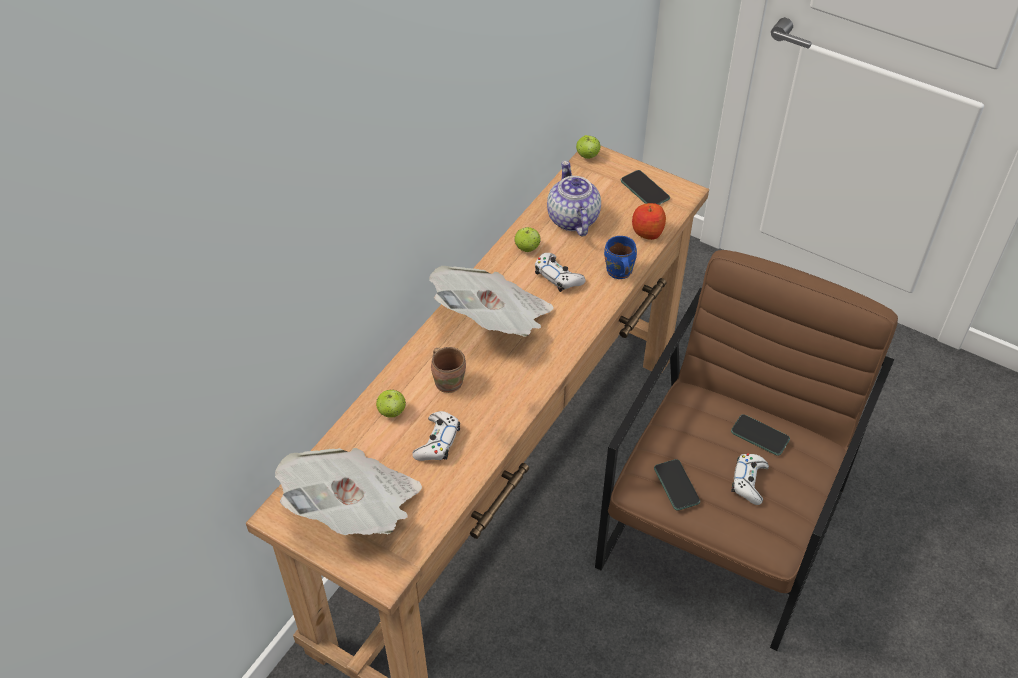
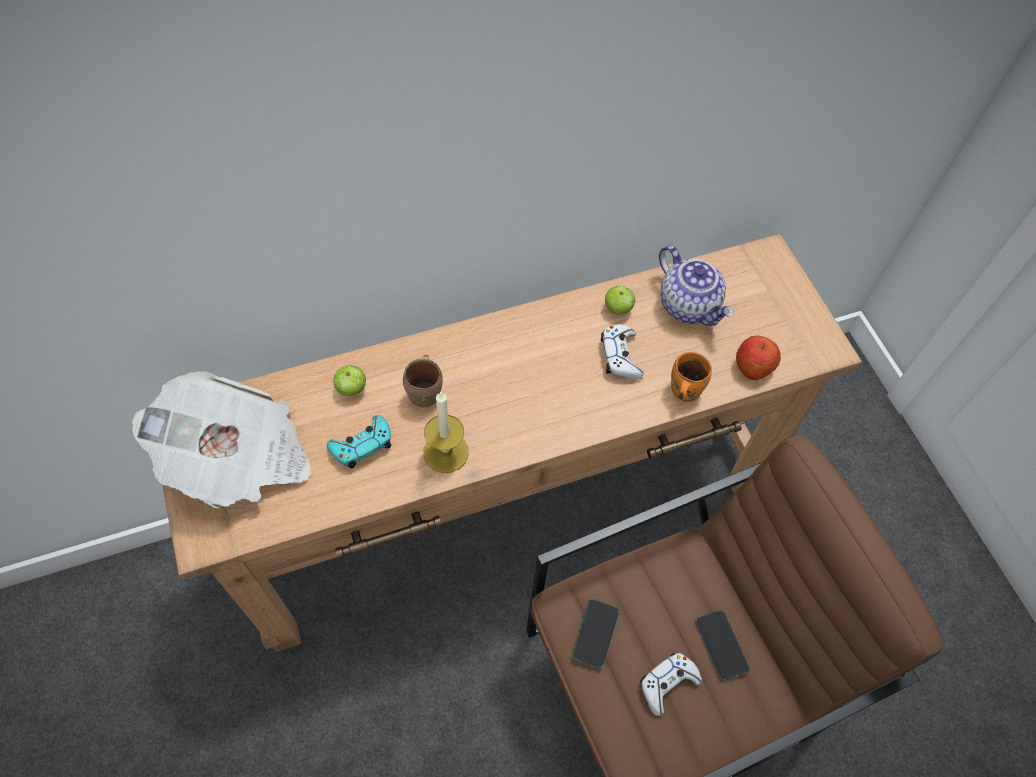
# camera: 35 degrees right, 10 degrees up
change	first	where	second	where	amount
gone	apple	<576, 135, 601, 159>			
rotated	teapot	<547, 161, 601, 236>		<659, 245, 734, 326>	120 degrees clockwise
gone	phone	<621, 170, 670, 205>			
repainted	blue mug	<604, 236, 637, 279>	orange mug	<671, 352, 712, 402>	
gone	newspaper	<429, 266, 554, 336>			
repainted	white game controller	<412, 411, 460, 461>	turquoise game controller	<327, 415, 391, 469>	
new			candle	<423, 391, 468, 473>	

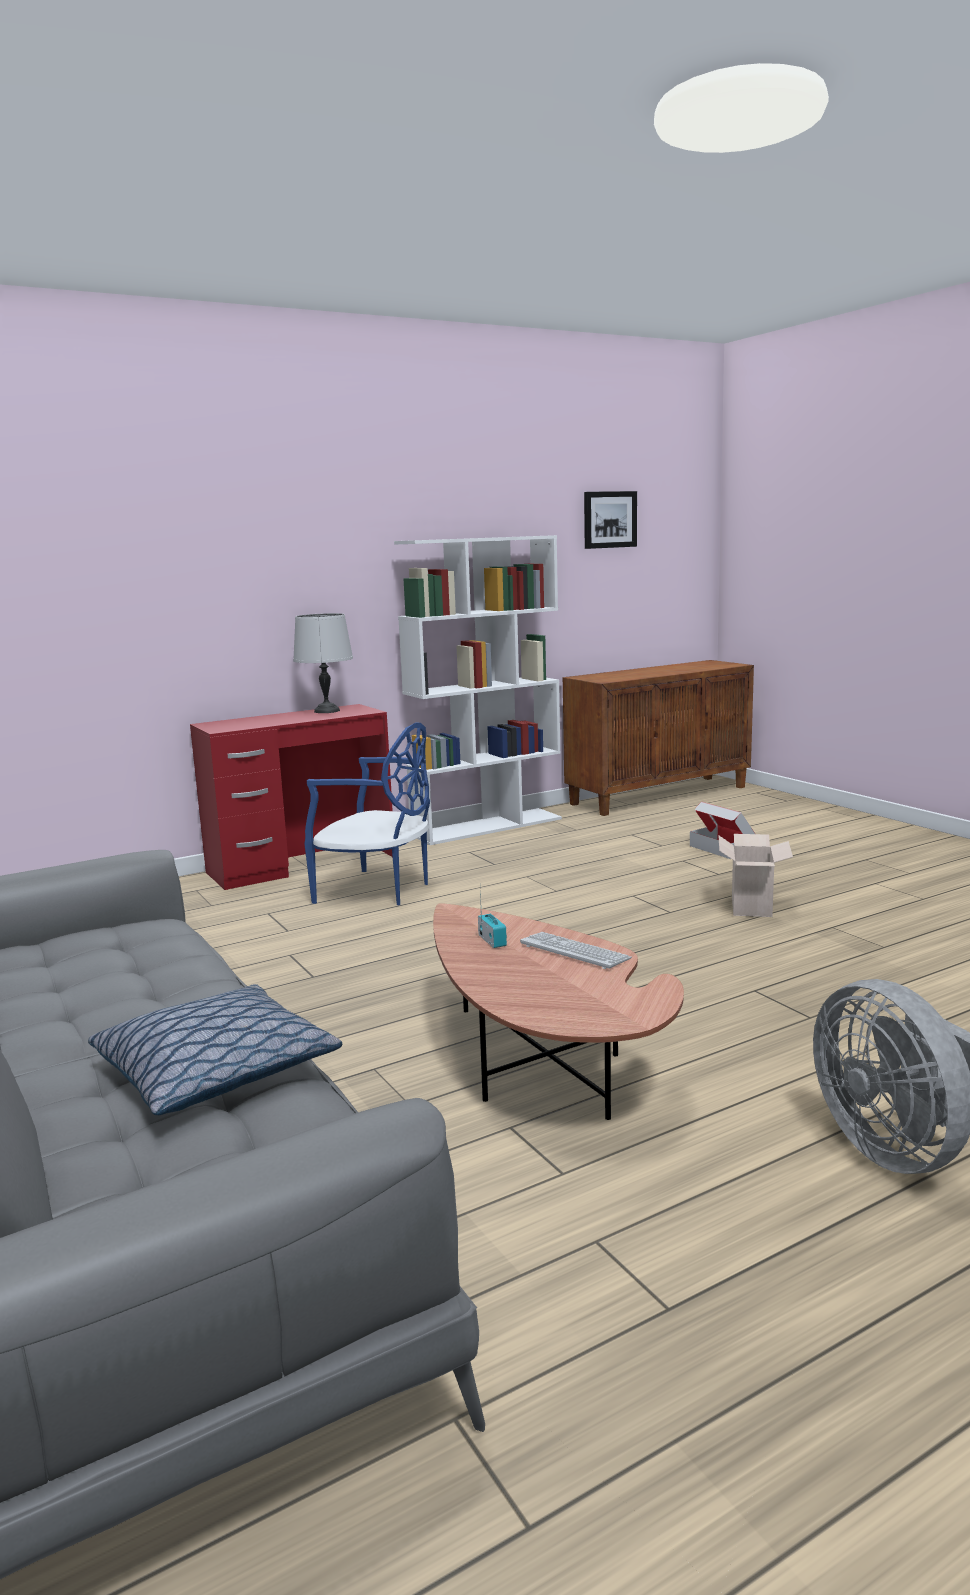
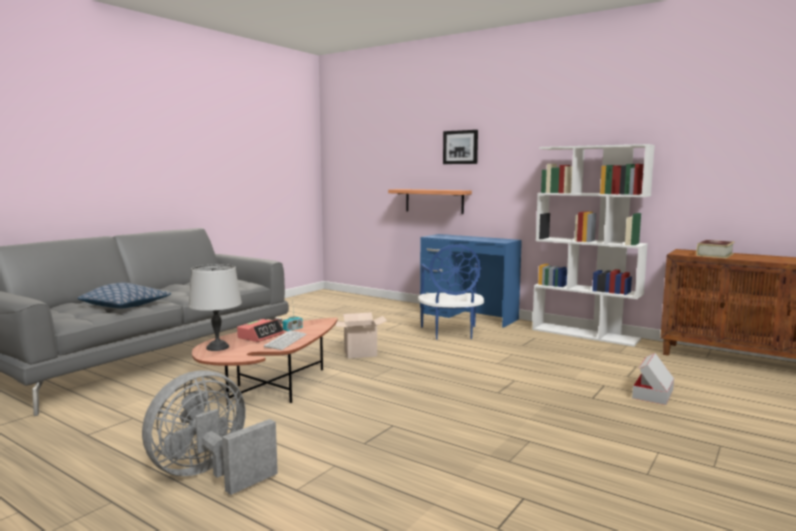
# camera: 65 degrees right, 5 degrees down
change	first	where	second	where	amount
shifted	picture	<584, 491, 637, 549>		<443, 130, 478, 164>	
shifted	grey table lamp	<293, 613, 353, 713>		<189, 264, 242, 351>	
repainted	red desk	<190, 704, 393, 890>	blue desk	<420, 234, 522, 328>	
shifted	cardboard box	<719, 834, 793, 917>		<335, 312, 387, 359>	
new			shelf	<388, 189, 472, 214>	
new			book	<696, 240, 735, 258>	
new			alarm clock	<237, 319, 284, 342>	

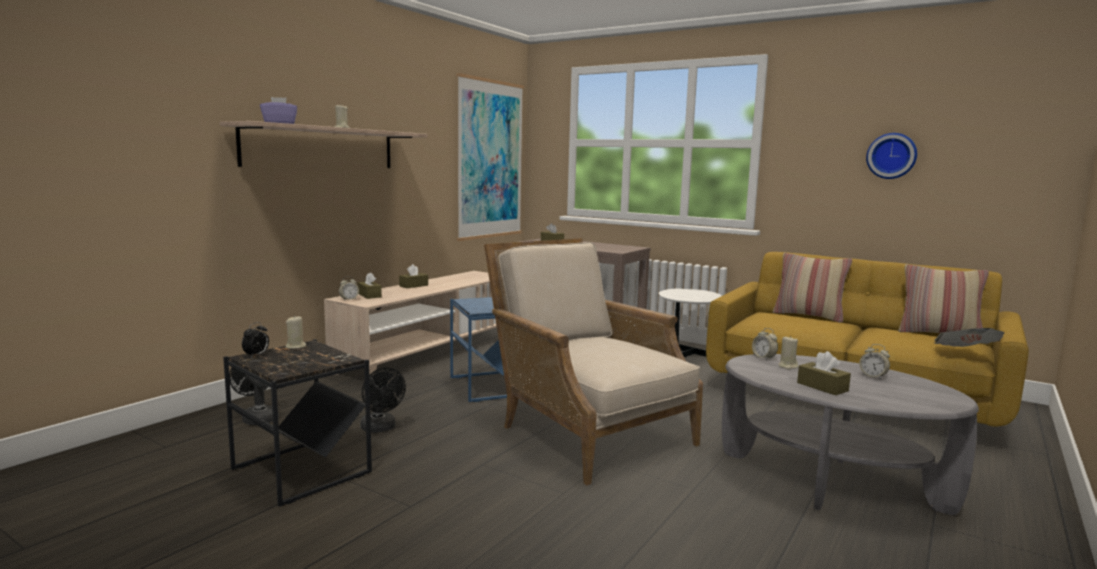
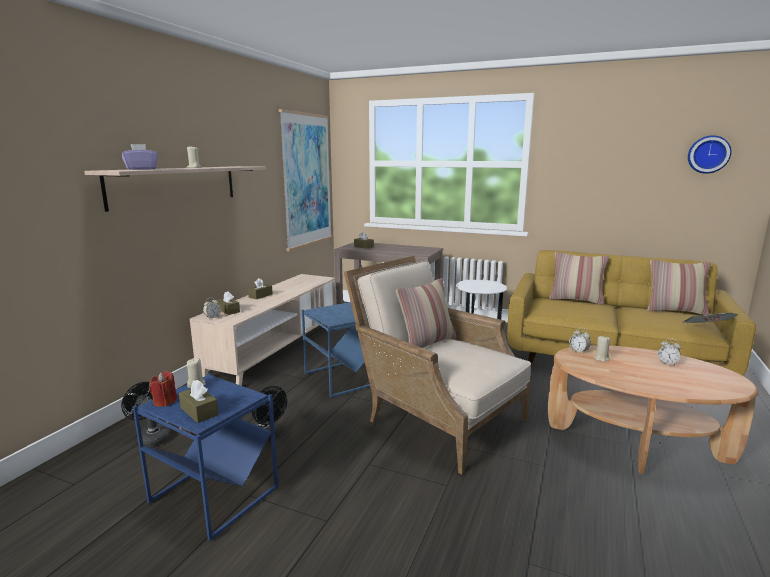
# camera: 10 degrees left, 5 degrees up
change	first	where	second	where	amount
shifted	wall clock	<866, 133, 917, 179>		<688, 135, 731, 174>	
swapped	alarm clock	<242, 322, 269, 358>	red candle	<149, 371, 177, 407>	
repainted	black side table	<223, 339, 372, 507>	blue side table	<133, 373, 279, 541>	
shifted	brown tissue box	<797, 351, 851, 395>		<179, 380, 219, 423>	
repainted	grey coffee table	<722, 354, 979, 515>	brown coffee table	<548, 345, 758, 474>	
new			pillow	<396, 278, 456, 348>	

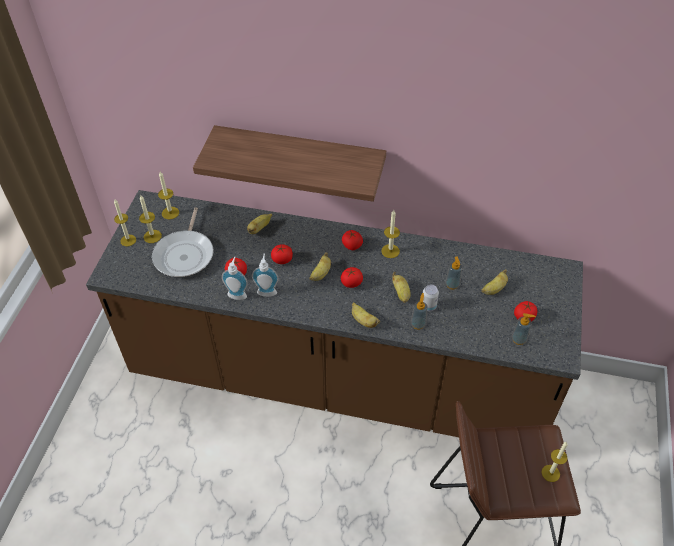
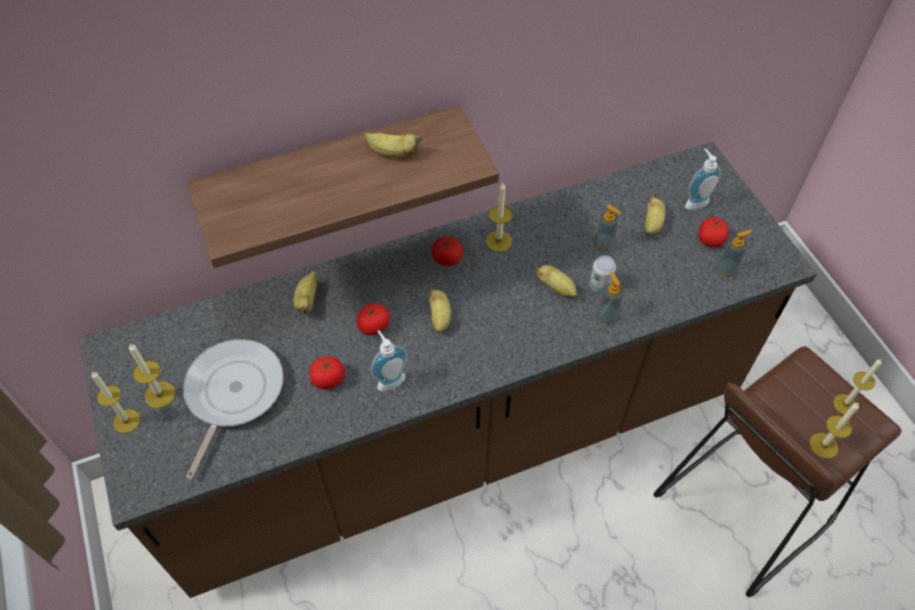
# camera: 35 degrees left, 5 degrees up
change	first	where	second	where	amount
shifted	candle	<158, 172, 179, 220>		<809, 402, 859, 459>	
rotated	frying pan	<152, 207, 214, 277>		<183, 339, 284, 480>	135 degrees counterclockwise
shifted	soap dispenser	<222, 256, 248, 300>		<685, 148, 721, 210>	
gone	tomato	<341, 267, 363, 288>			
shifted	banana	<352, 302, 380, 328>		<364, 133, 422, 157>	

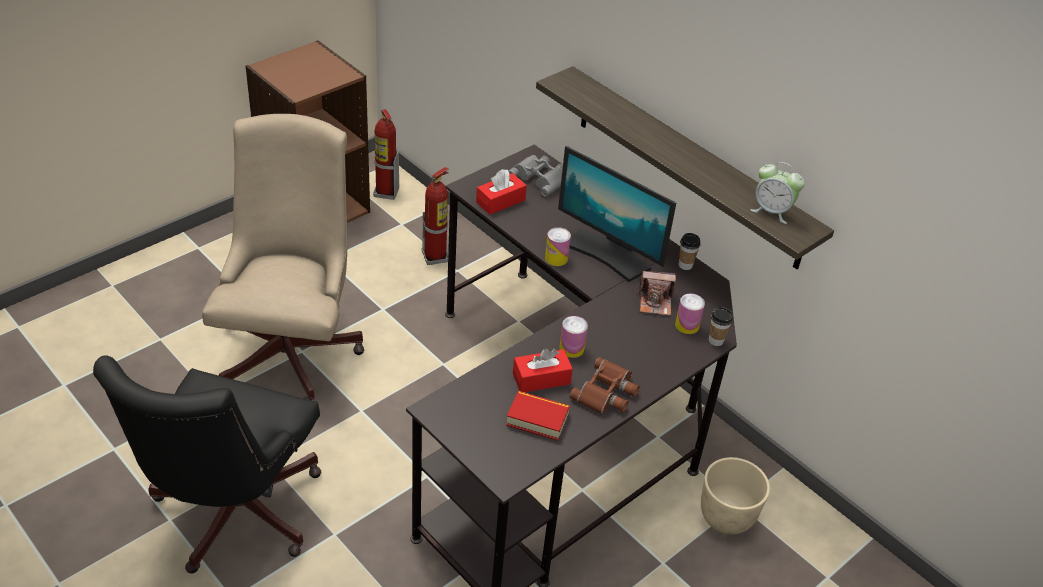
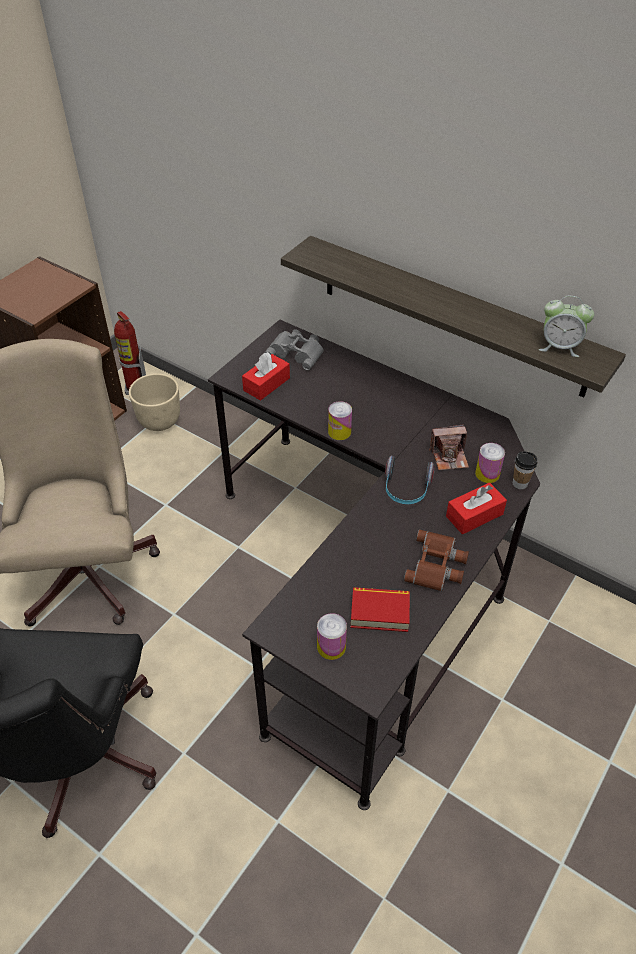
# camera: 10 degrees left, 5 degrees up
change	first	where	second	where	amount
gone	monitor	<558, 146, 676, 282>			
gone	fire extinguisher	<422, 167, 448, 265>			
gone	cup	<679, 233, 701, 270>			
shifted	can	<560, 316, 588, 358>		<317, 613, 347, 660>	
shifted	red tissue box	<513, 349, 573, 392>		<446, 483, 507, 534>	
shifted	beige planter	<701, 457, 770, 534>		<129, 373, 180, 431>	
new			headphones	<385, 456, 435, 504>	

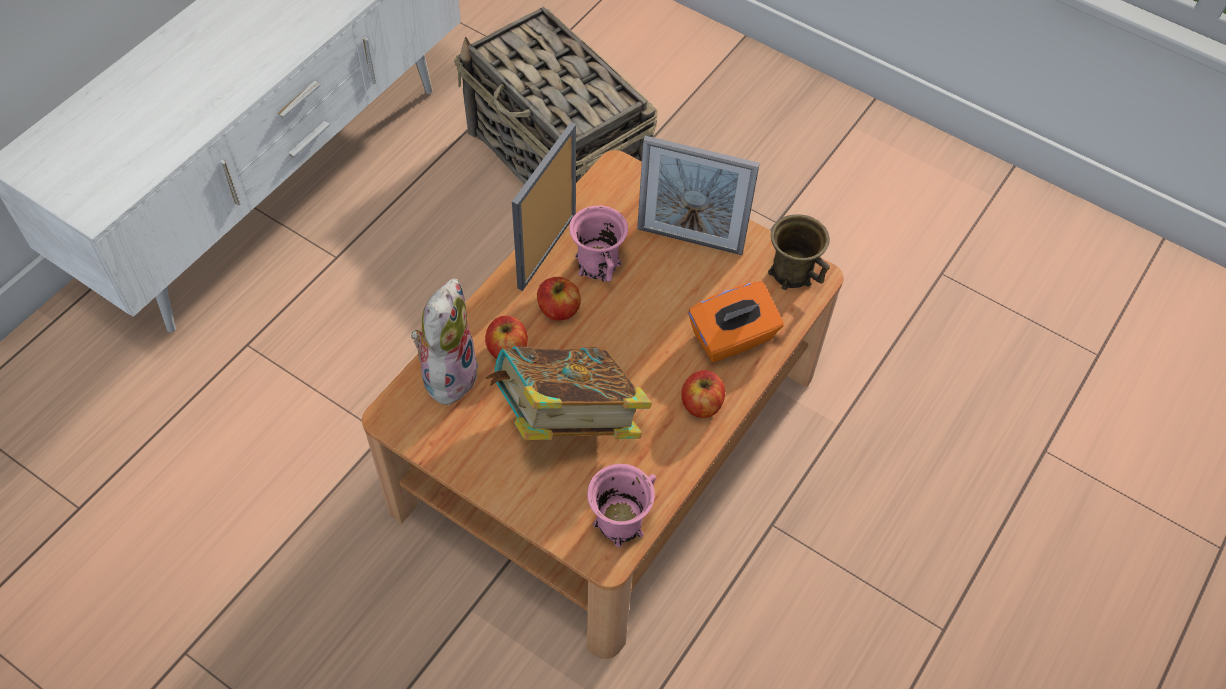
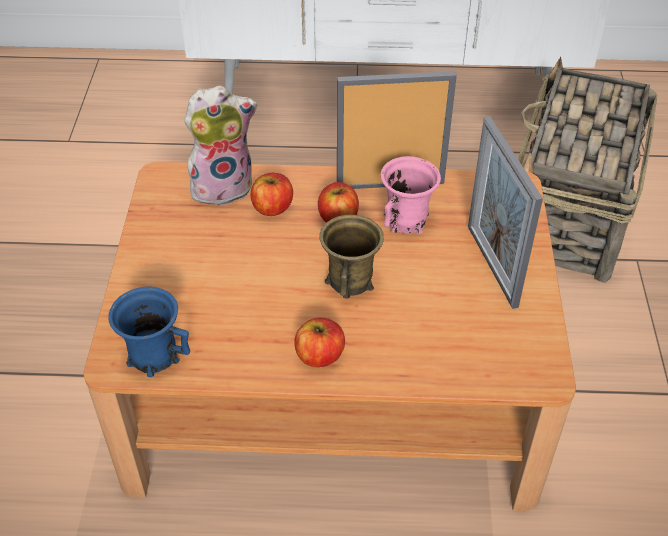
# camera: 60 degrees right, 10 degrees down
change	first	where	second	where	amount
shifted	brown mug	<768, 214, 830, 290>		<319, 215, 384, 299>	
gone	orange tissue box	<688, 281, 784, 363>			
gone	book	<486, 346, 652, 440>			
repainted	pink mug	<587, 464, 656, 547>	blue mug	<108, 286, 190, 377>	

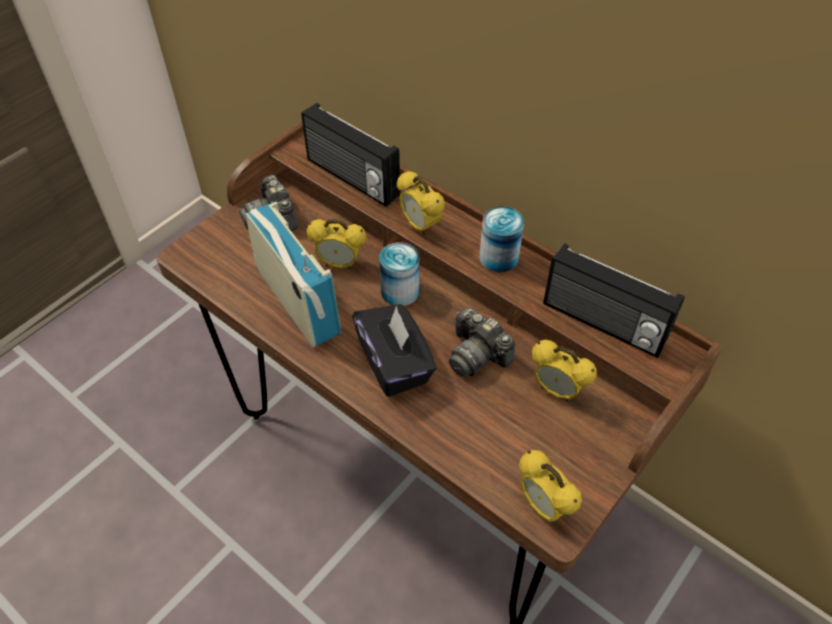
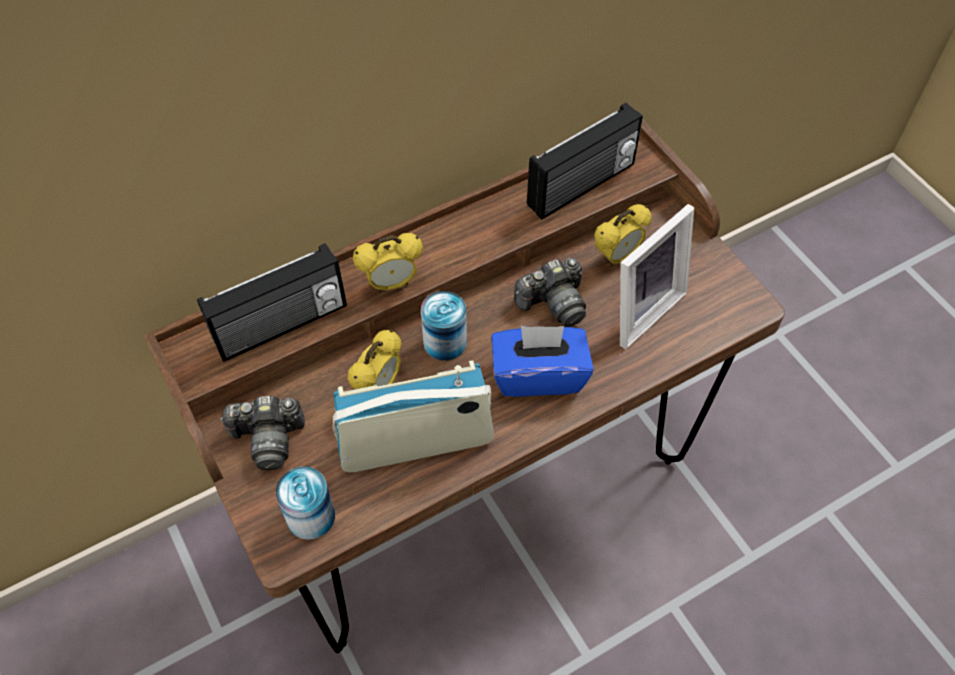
# camera: 70 degrees left, 5 degrees up
change	first	where	second	where	amount
shifted	can	<479, 206, 524, 273>		<276, 467, 335, 540>	
repainted	black tissue box	<352, 304, 436, 397>	blue tissue box	<491, 326, 594, 397>	
gone	alarm clock	<519, 450, 582, 522>			
new			picture frame	<620, 204, 694, 349>	

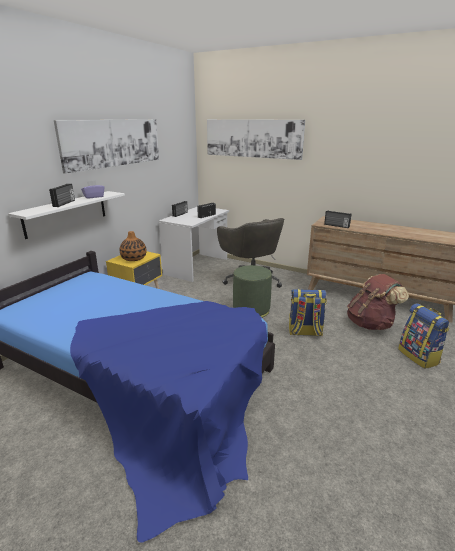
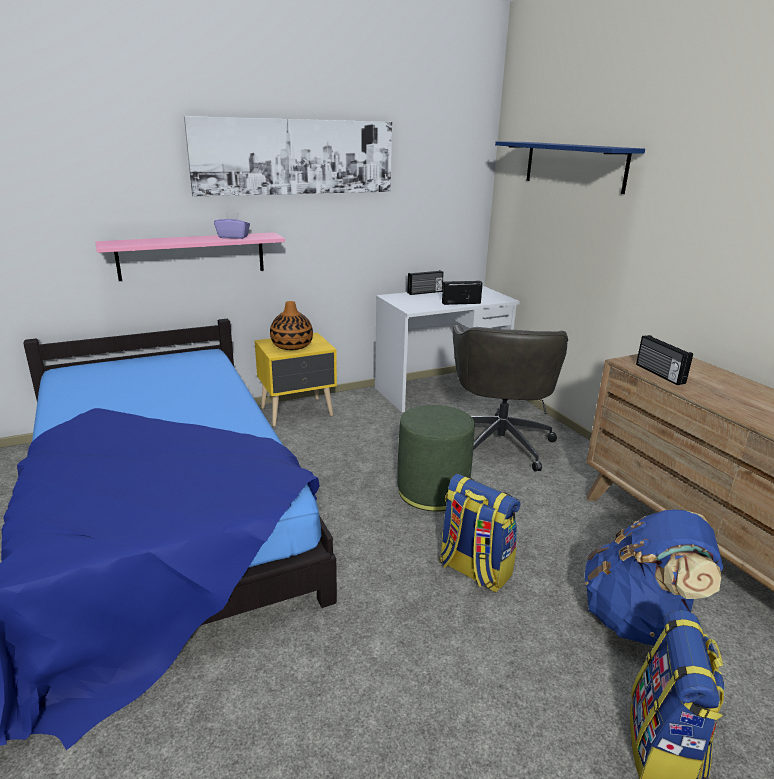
# camera: 35 degrees right, 0 degrees up
change	first	where	second	where	amount
swapped	picture	<207, 119, 305, 160>	blue shelf	<495, 141, 645, 194>	
gone	radio	<49, 184, 75, 207>			
repainted	white shelf	<8, 191, 125, 239>	pink shelf	<95, 232, 285, 281>	
repainted	brown backpack	<347, 274, 409, 330>	blue backpack	<585, 509, 723, 646>	

